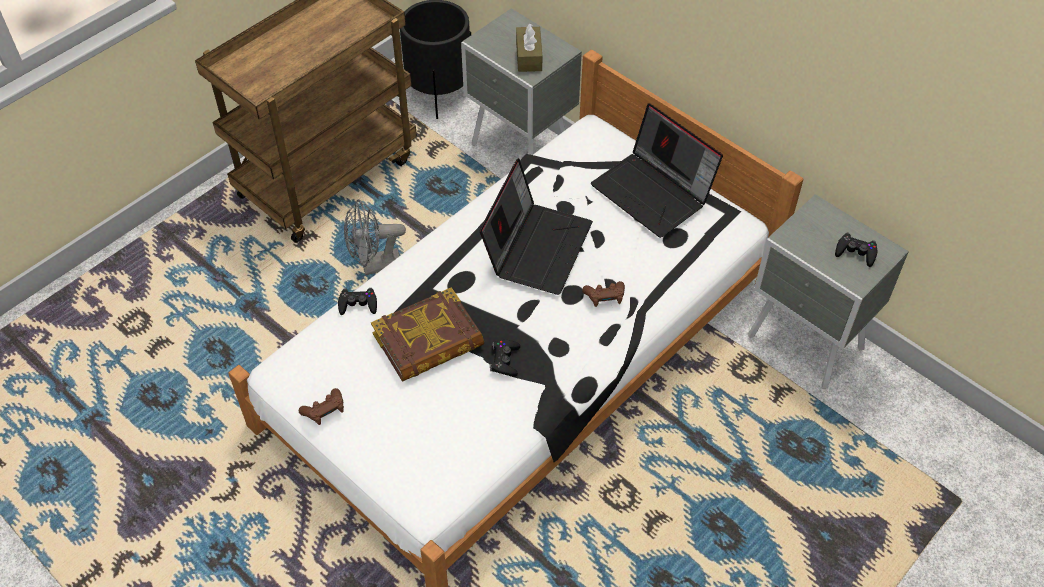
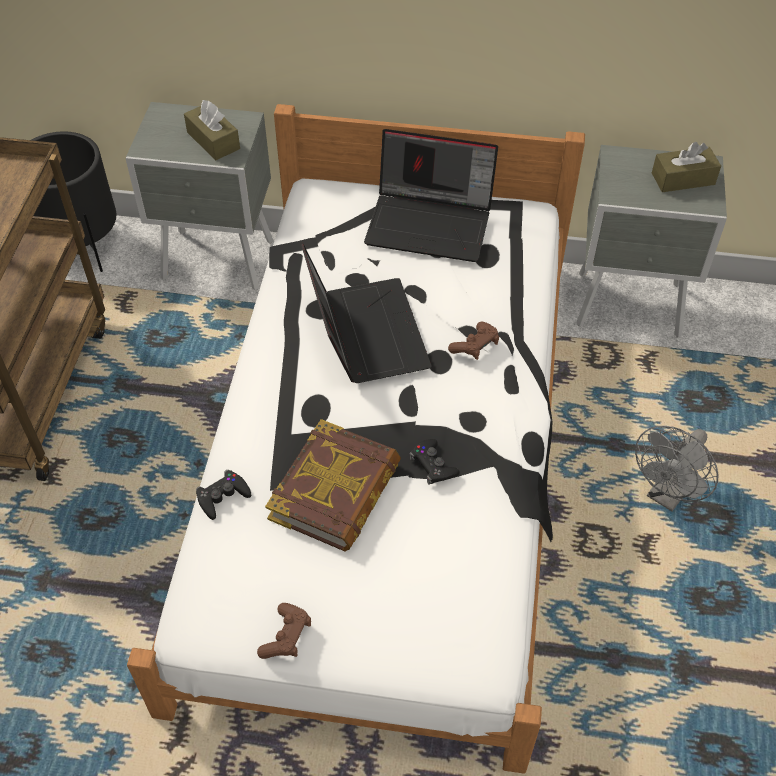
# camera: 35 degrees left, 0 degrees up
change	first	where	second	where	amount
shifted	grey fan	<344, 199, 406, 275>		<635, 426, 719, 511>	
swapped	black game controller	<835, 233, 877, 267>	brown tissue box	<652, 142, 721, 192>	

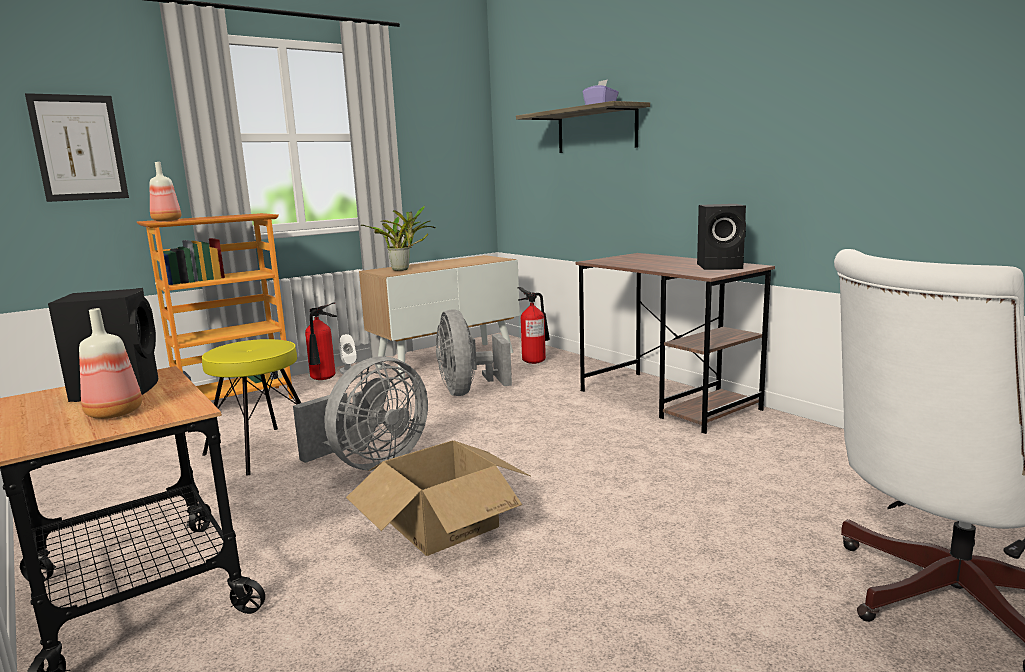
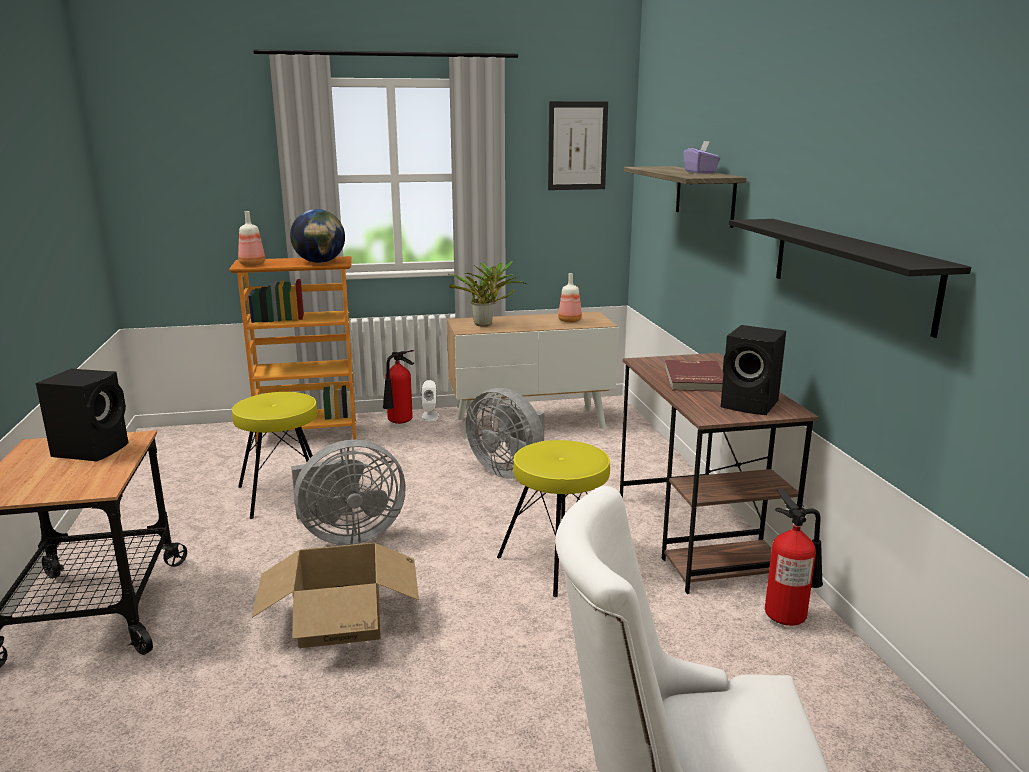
# camera: 25 degrees right, 5 degrees up
change	first	where	second	where	amount
shifted	picture	<25, 93, 129, 202>		<548, 101, 608, 190>	
shifted	fire extinguisher	<517, 287, 550, 364>		<765, 488, 823, 626>	
shifted	bottle	<79, 308, 142, 419>		<558, 273, 582, 323>	
rotated	grey fan	<436, 309, 512, 396>		<466, 388, 545, 479>	60 degrees counterclockwise
new			globe	<290, 209, 345, 263>	
new			black shelf	<729, 219, 971, 338>	
new			red book	<665, 360, 723, 392>	
new			yellow stool	<497, 440, 610, 597>	

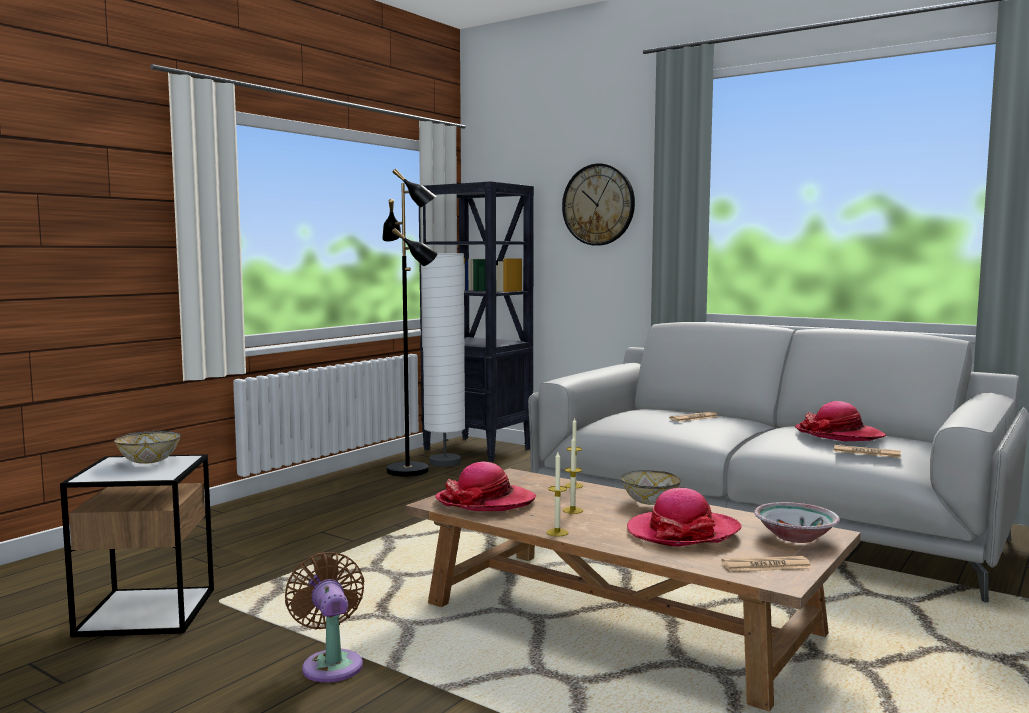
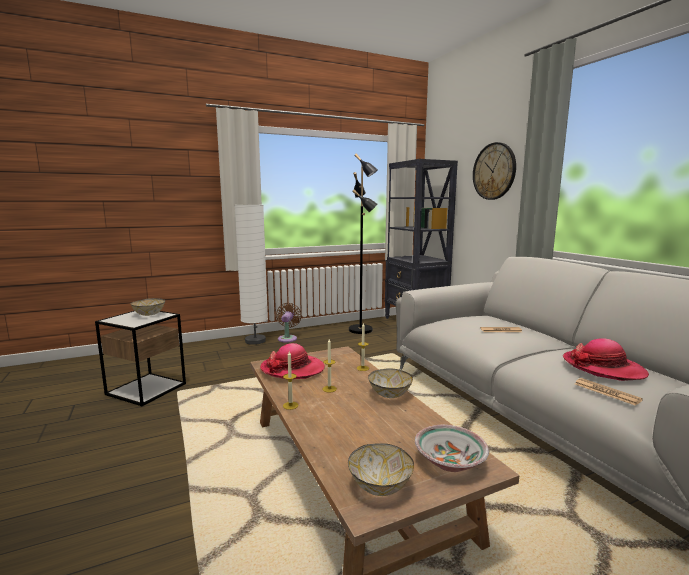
# camera: 30 degrees right, 5 degrees up
change	first	where	second	where	amount
shifted	white floor lamp	<422, 253, 465, 467>		<235, 205, 268, 345>	
gone	hat	<627, 488, 742, 547>			
shifted	brown fan	<285, 552, 365, 682>		<276, 303, 302, 343>	
swapped	newspaper	<721, 556, 812, 572>	bowl	<348, 443, 414, 496>	

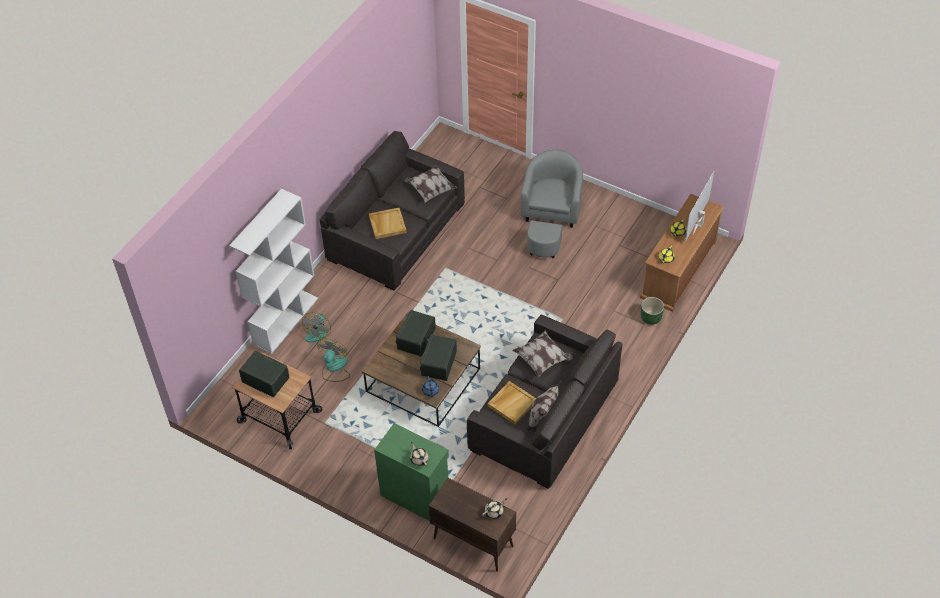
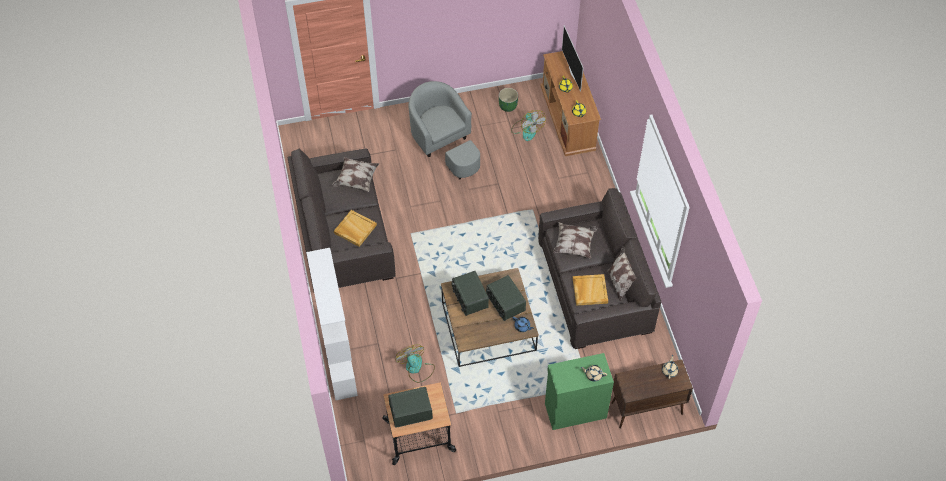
# camera: 45 degrees left, 5 degrees up
change	first	where	second	where	amount
shifted	green planter	<641, 297, 664, 325>		<499, 88, 518, 112>	
shifted	fan	<302, 312, 331, 342>		<511, 110, 546, 141>	

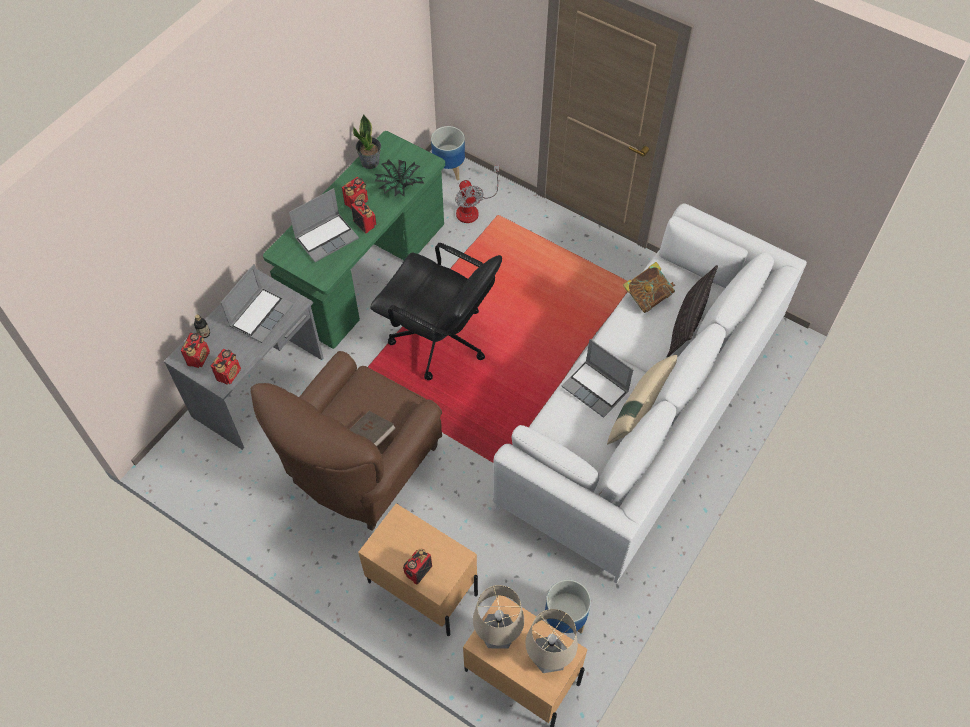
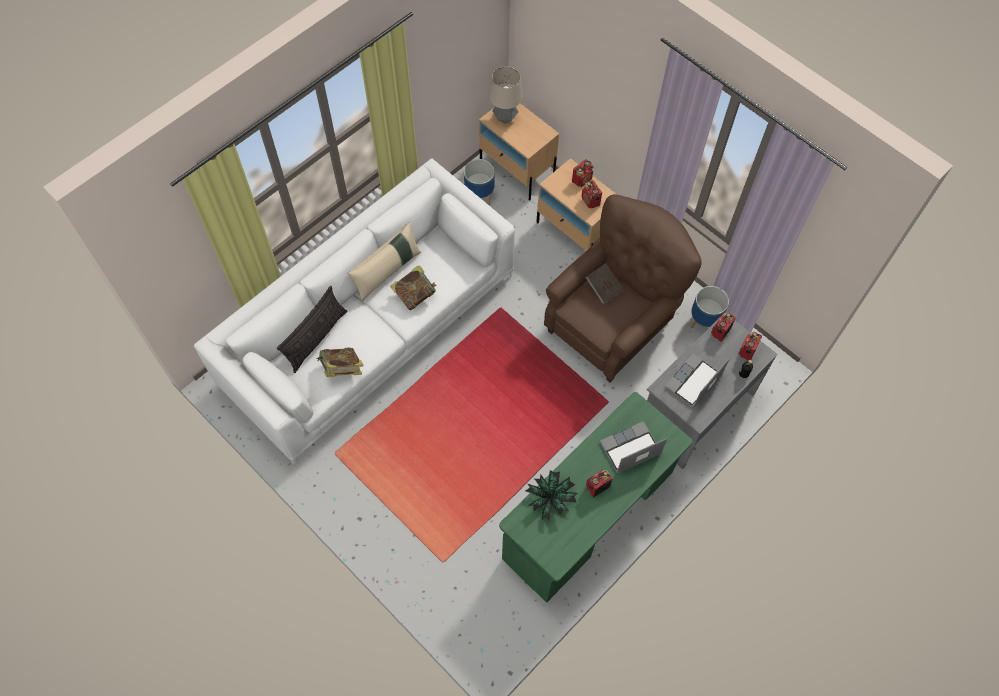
# camera: 170 degrees left, 5 degrees up
change	first	where	second	where	amount
gone	potted plant	<353, 115, 381, 169>			
shifted	planter	<431, 126, 465, 181>		<690, 286, 729, 328>	
gone	fan	<455, 165, 499, 223>			
shifted	radio	<351, 199, 376, 233>		<581, 180, 602, 209>	
gone	black office chair	<370, 243, 502, 380>			
swapped	laptop	<562, 339, 634, 418>	book	<390, 266, 437, 310>	
gone	table lamp	<473, 585, 524, 649>			

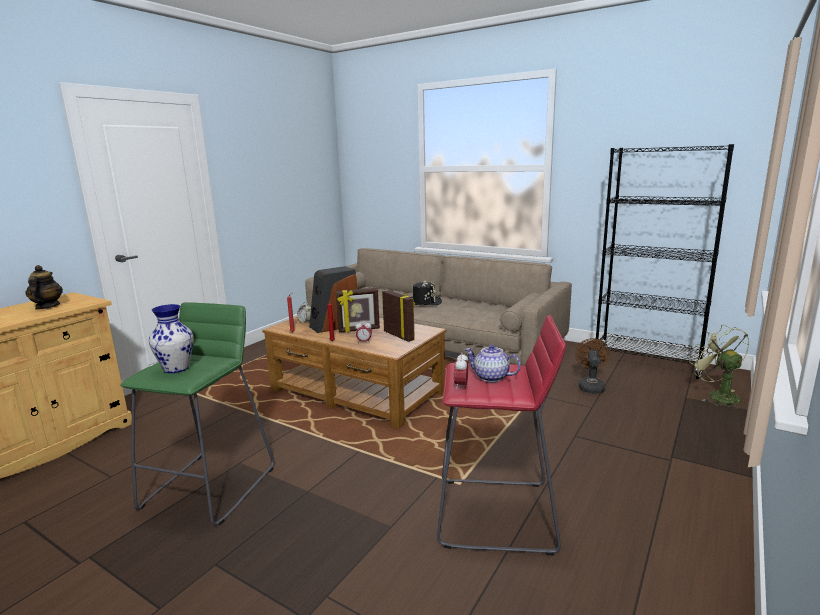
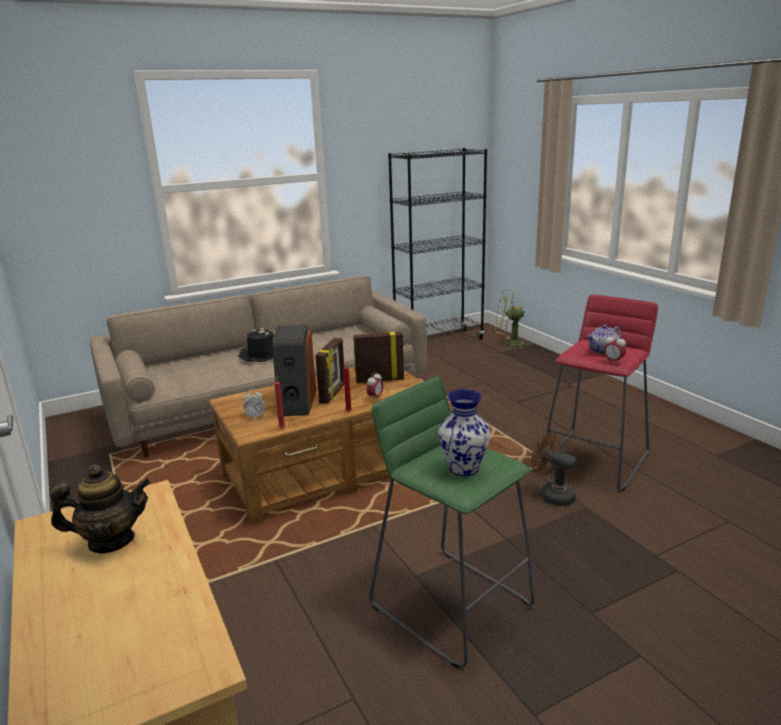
# camera: 60 degrees left, 5 degrees up
change	first	where	second	where	amount
rotated	teapot	<25, 265, 63, 310>		<50, 465, 151, 554>	150 degrees clockwise
shifted	brown fan	<575, 338, 610, 394>		<531, 433, 577, 506>	

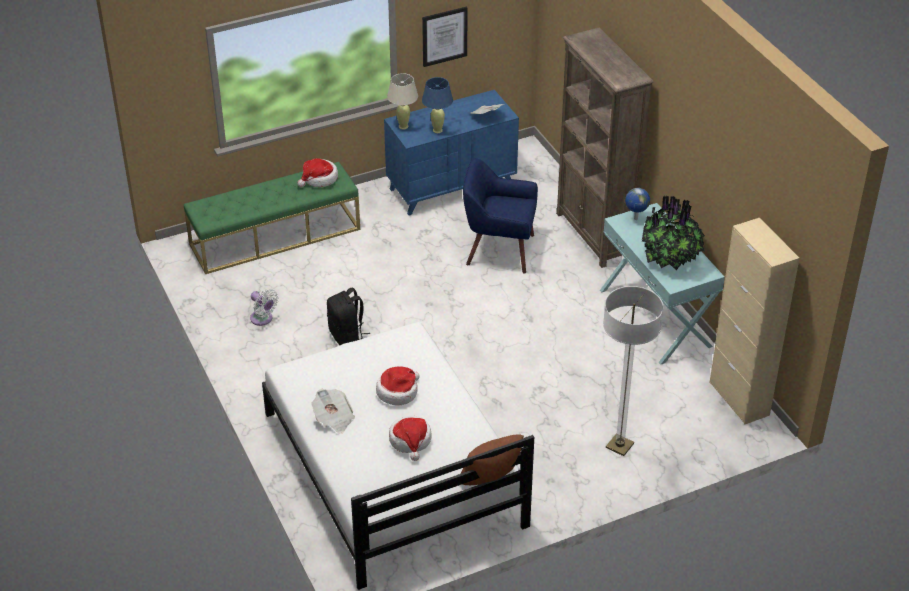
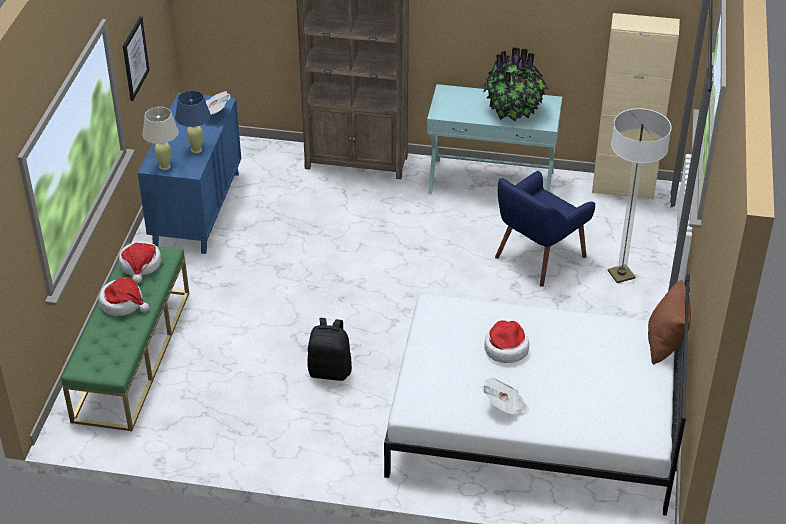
# camera: 55 degrees left, 0 degrees up
change	first	where	second	where	amount
shifted	blue armchair	<463, 158, 538, 273>		<495, 171, 595, 287>	
gone	globe	<625, 188, 650, 220>			
gone	white fan	<250, 289, 278, 326>			
shifted	hat	<389, 416, 432, 461>		<99, 277, 149, 316>	

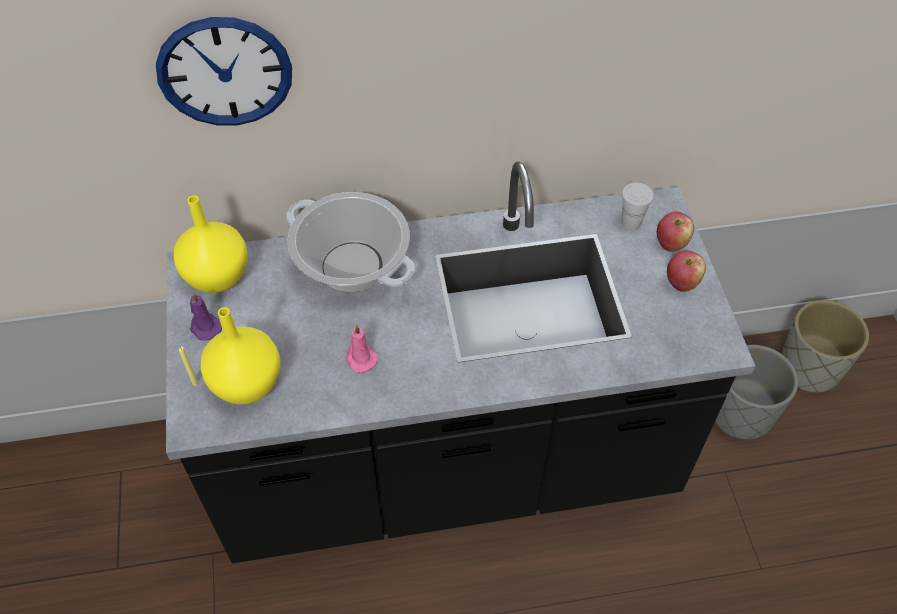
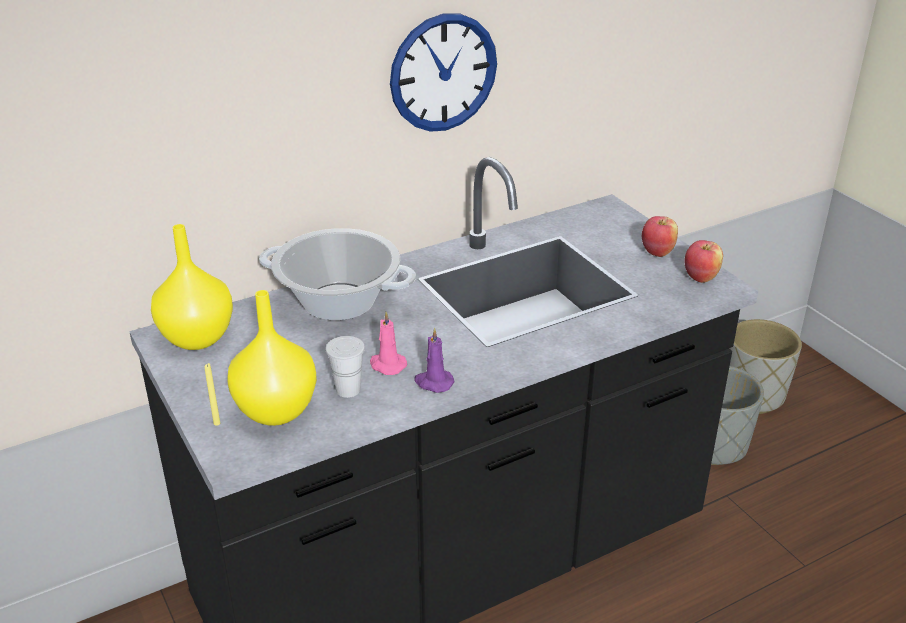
# camera: 20 degrees left, 20 degrees down
change	first	where	second	where	amount
shifted	wall clock	<156, 17, 292, 125>		<390, 13, 497, 132>	
shifted	white cup	<622, 183, 654, 230>		<326, 336, 365, 398>	
shifted	apple	<657, 211, 694, 252>		<684, 240, 723, 283>	
shifted	purple candle	<190, 292, 222, 341>		<414, 327, 455, 393>	

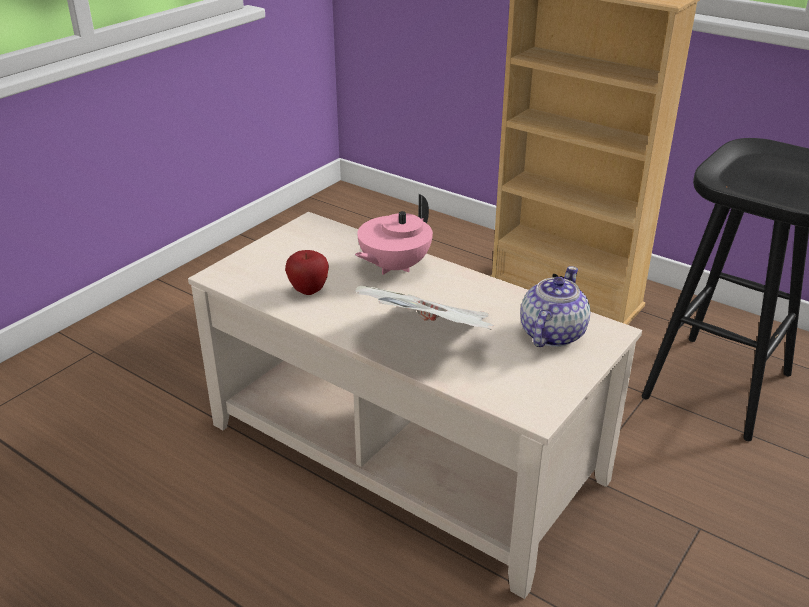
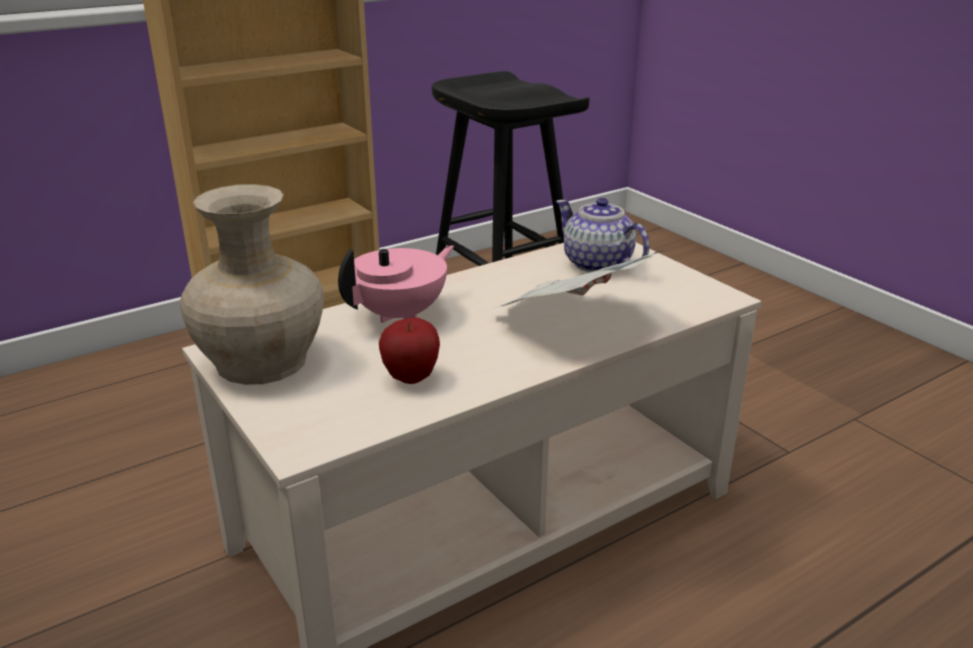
# camera: 70 degrees left, 5 degrees down
change	first	where	second	where	amount
rotated	pink teapot	<355, 194, 433, 275>		<338, 245, 454, 323>	105 degrees counterclockwise
new			beige vase	<180, 184, 324, 385>	

